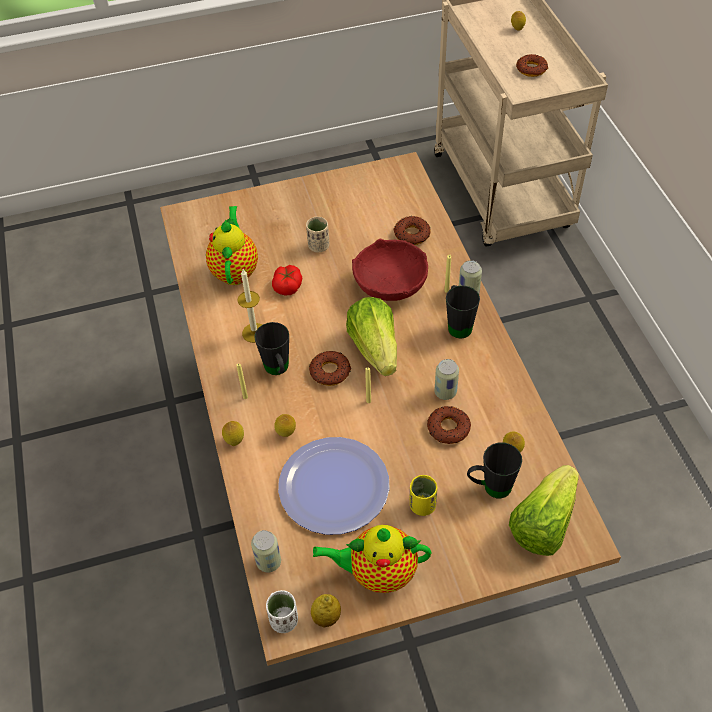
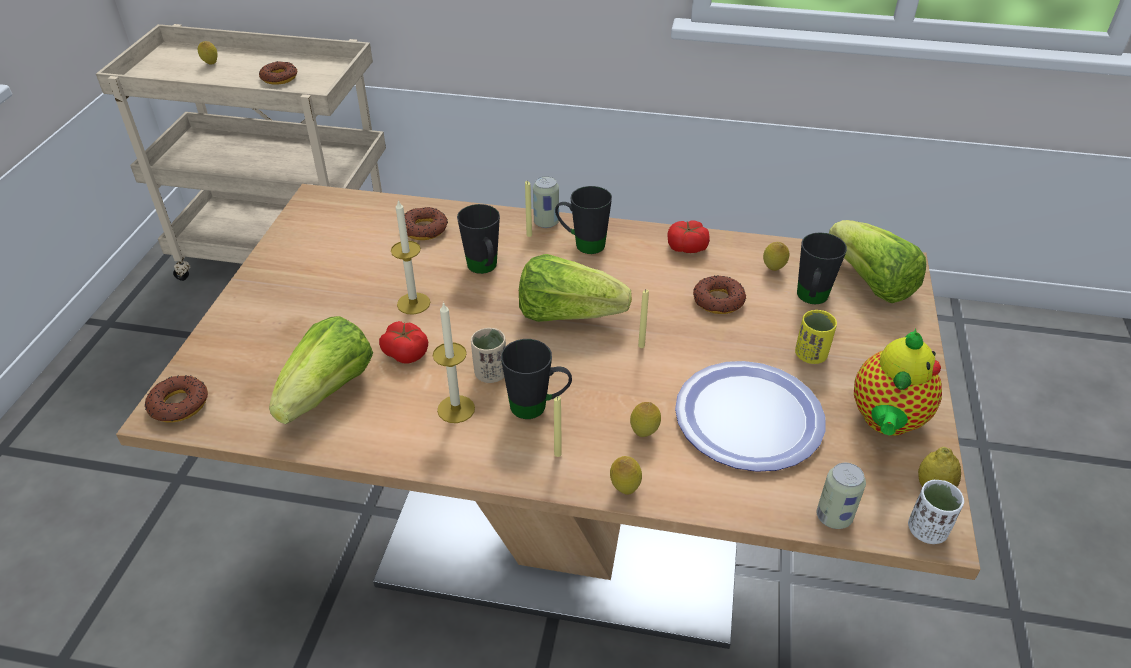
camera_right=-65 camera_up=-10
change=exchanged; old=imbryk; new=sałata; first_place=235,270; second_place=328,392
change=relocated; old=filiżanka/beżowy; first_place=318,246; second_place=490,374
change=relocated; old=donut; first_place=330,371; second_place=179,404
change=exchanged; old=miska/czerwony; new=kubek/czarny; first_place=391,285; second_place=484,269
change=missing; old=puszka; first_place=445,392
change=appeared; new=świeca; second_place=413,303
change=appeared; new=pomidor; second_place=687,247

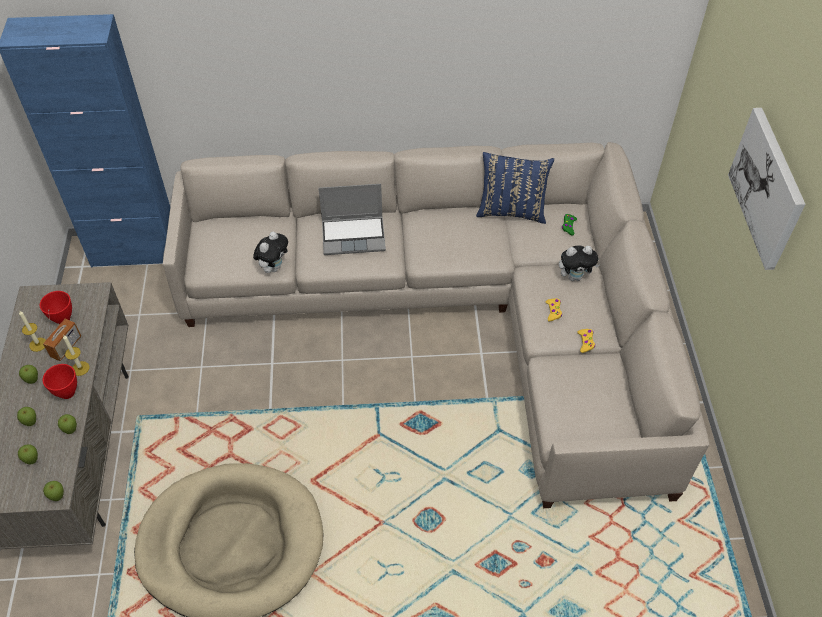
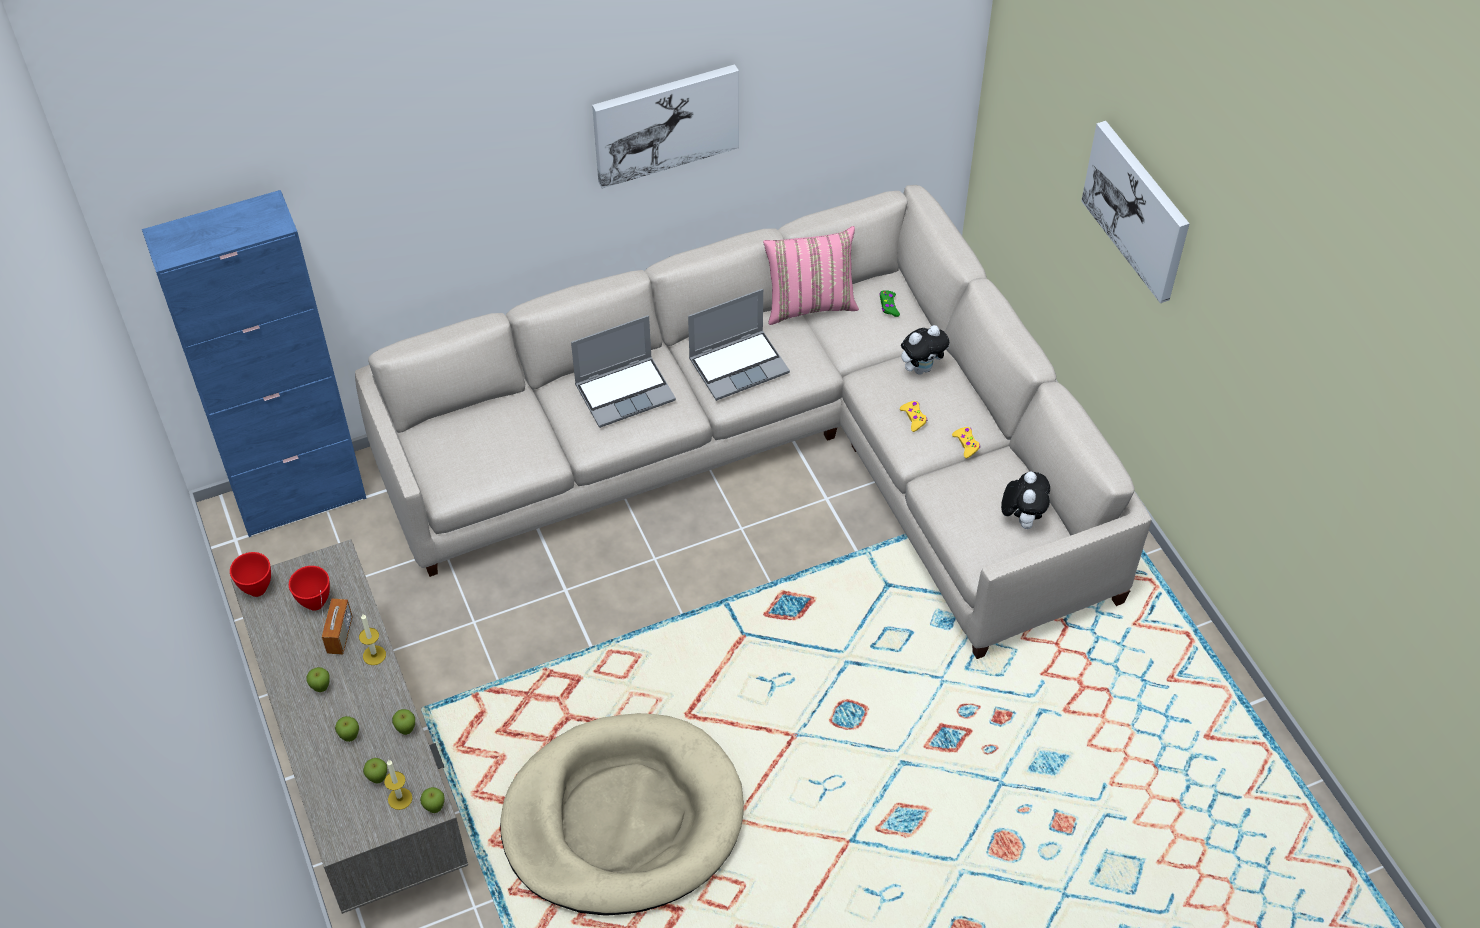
camera_right=-20 camera_up=0
change=relocated; old=świeca; first_place=38,344; second_place=400,798
change=relocated; old=miska/czerwony; first_place=66,393; second_place=256,589
change=relocated; old=pluszak; first_place=273,267; second_place=1022,518
change=colour; old=poduszka/niebieski; new=poduszka/różowy; first_place=511,211; second_place=809,305
change=appeared; new=obraz; second_place=665,123
change=appeared; new=laptop; second_place=739,365

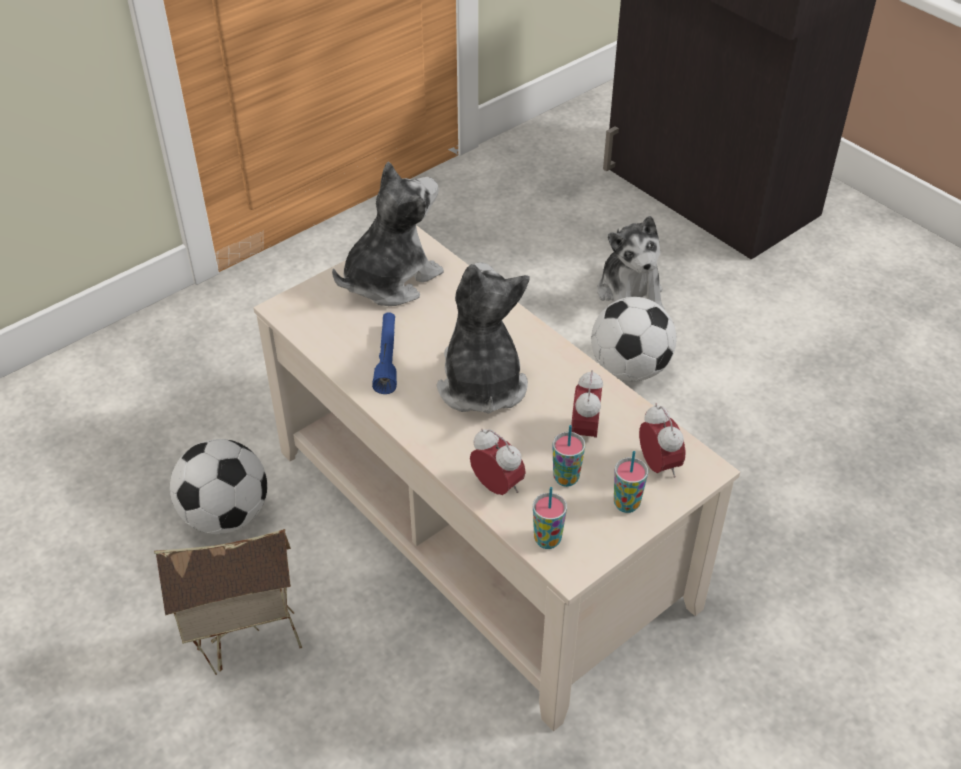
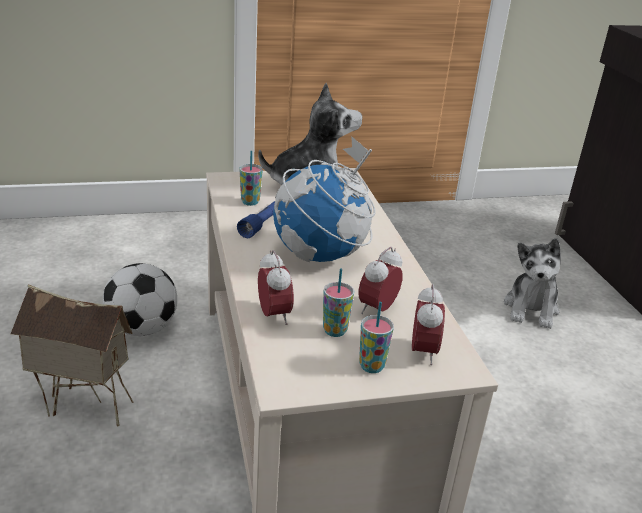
camera_right=25 camera_up=-15
change=exchanged; old=pluszak; new=globus; first_place=481,384; second_place=321,255
change=relocated; old=filiżanka; first_place=547,540; second_place=250,202
change=missing; old=piłka futbolowa; first_place=629,368

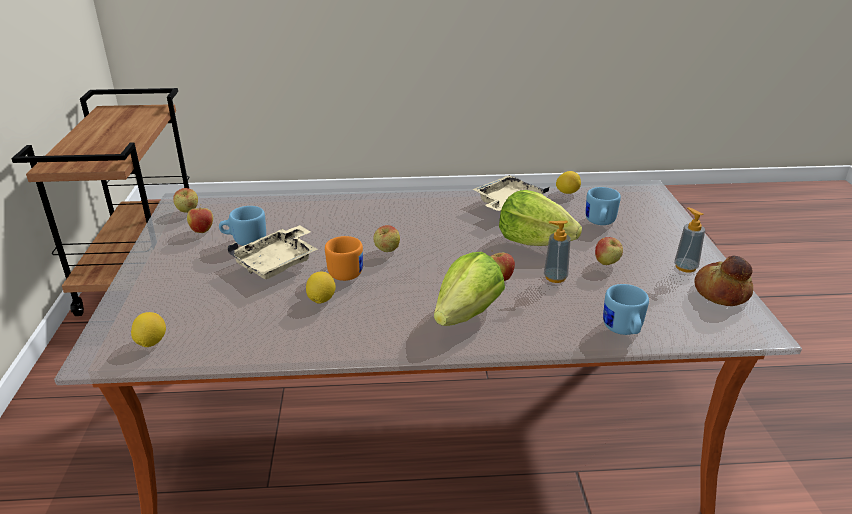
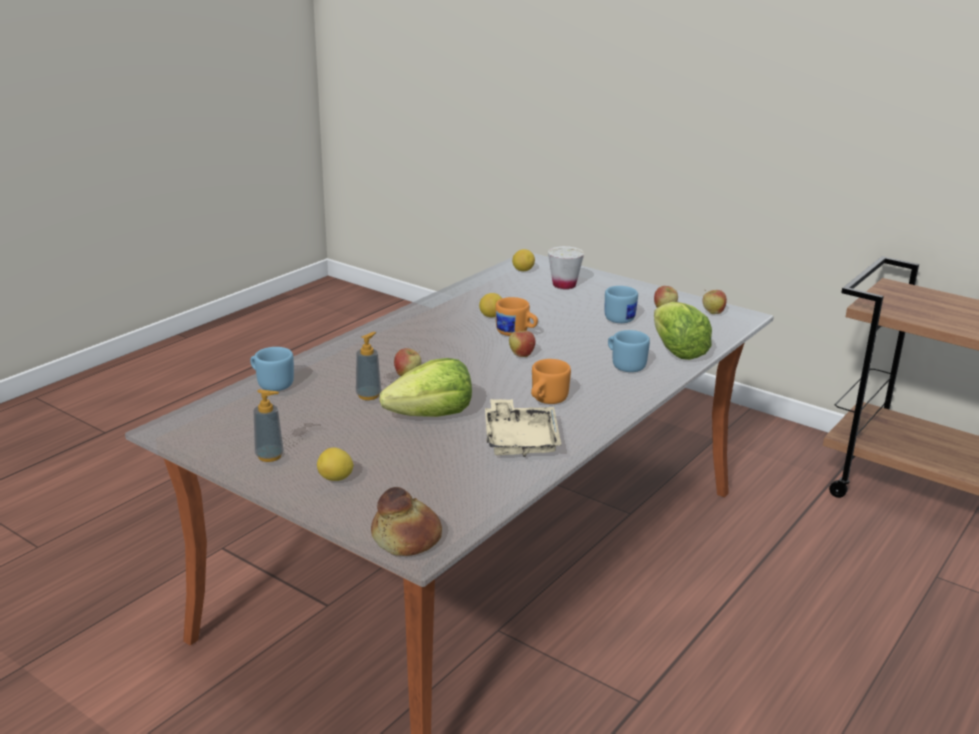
camera_right=130 camera_up=-5
change=missing; old=taca/beżowy; first_place=277,263
change=relocated; old=sałata; first_place=467,314; second_place=677,351
change=relocated; old=cytryna; first_place=567,192; second_place=336,479
change=relocated; old=kubek/niebieski; first_place=599,223; second_place=625,365
change=missing; old=jabłko; first_place=606,263
change=relocated; old=chleb; first_place=720,292; second_place=407,537
change=appeared; new=kubek/pomarańczowy; second_place=546,401
change=appeared; new=filiżanka/biały; second_place=564,285

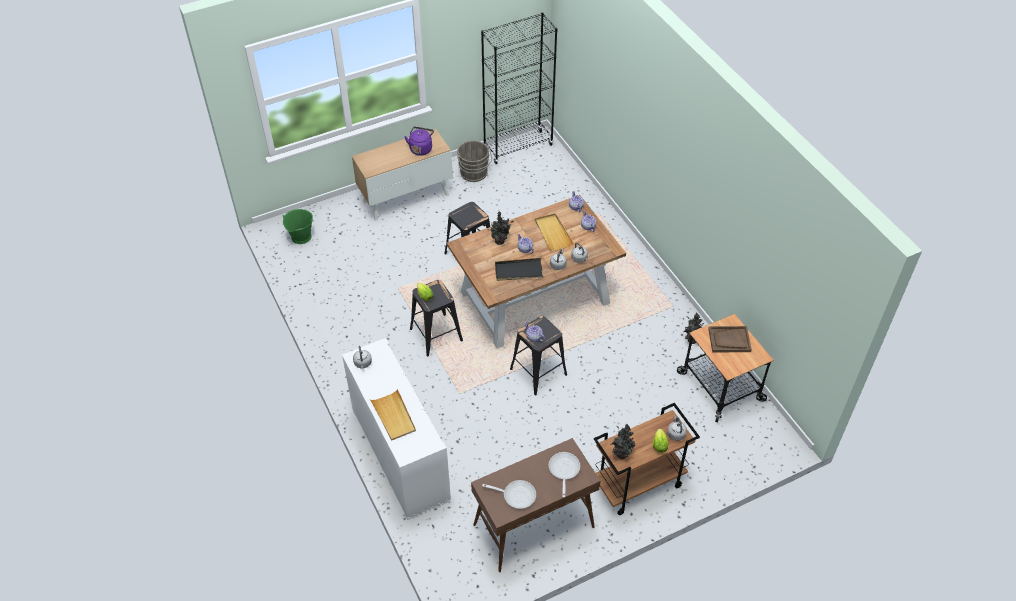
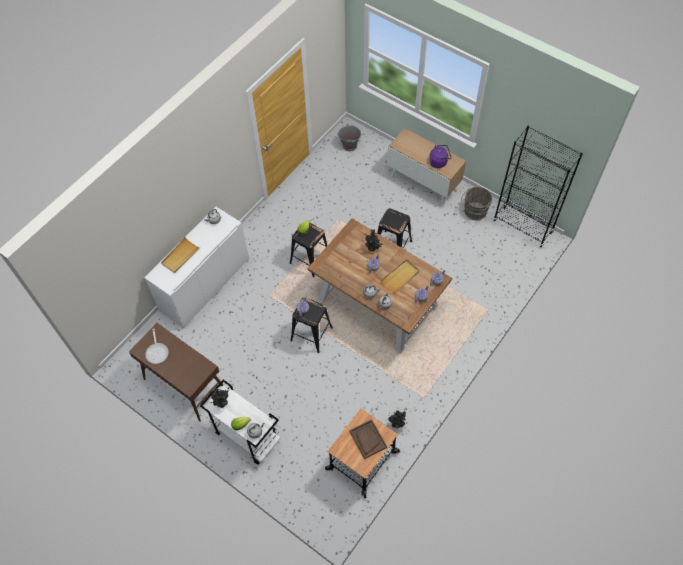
camera_right=65 camera_up=10
change=colour; old=wiadro/zielony; new=wiadro/szary; first_place=301,236; second_place=349,145
change=missing; old=taca/czarny; first_place=518,271
change=missing; old=patelnia; first_place=563,470
change=colour; old=wózek/brązowy; new=wózek/biały; first_place=638,485; second_place=246,436

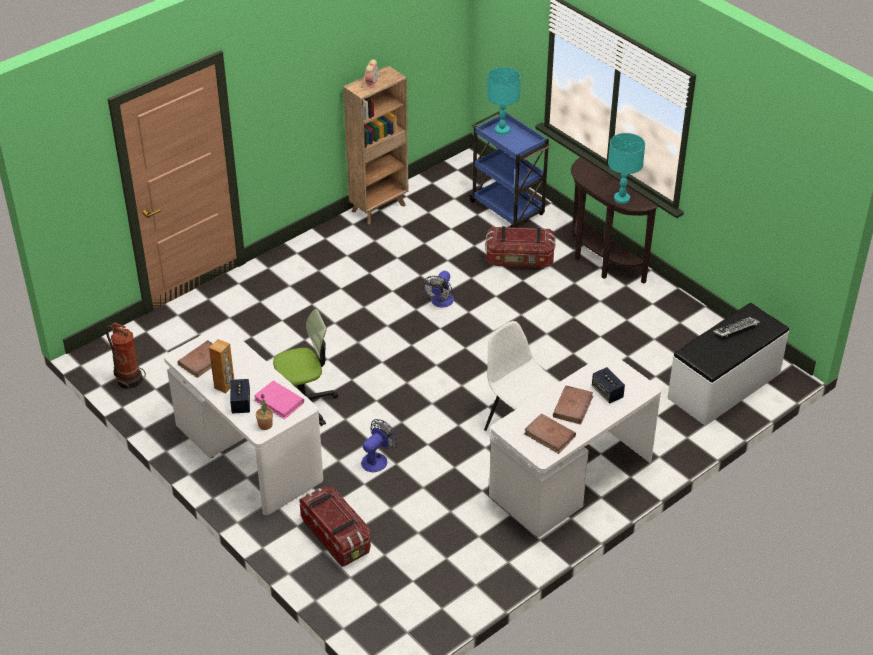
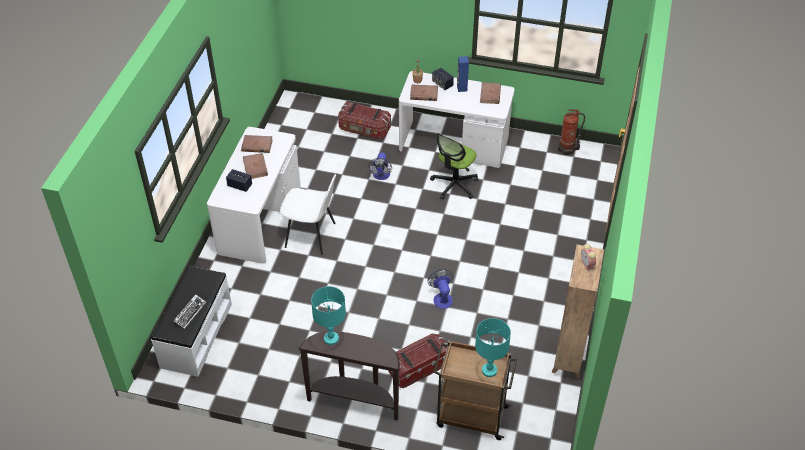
camera_right=145 camera_up=5
change=colour; old=głośnik/brązowy; new=głośnik/niebieski; first_place=224,386; second_place=461,88
change=colour; old=książka/różowy; new=książka/brązowy; first_place=279,401; second_place=423,94
change=colour; old=wózek/niebieski; new=wózek/brązowy; first_place=508,209; second_place=470,416

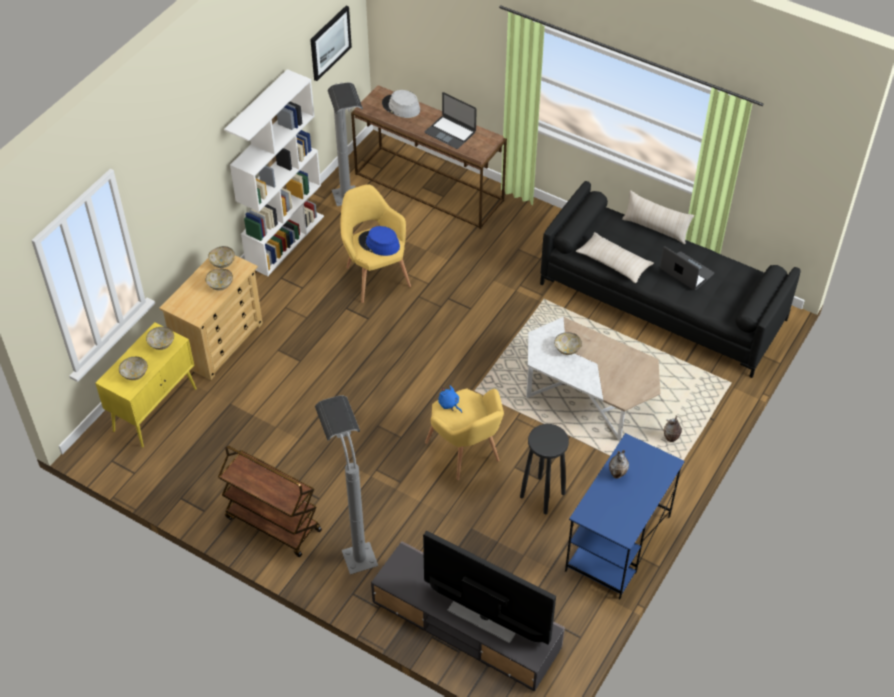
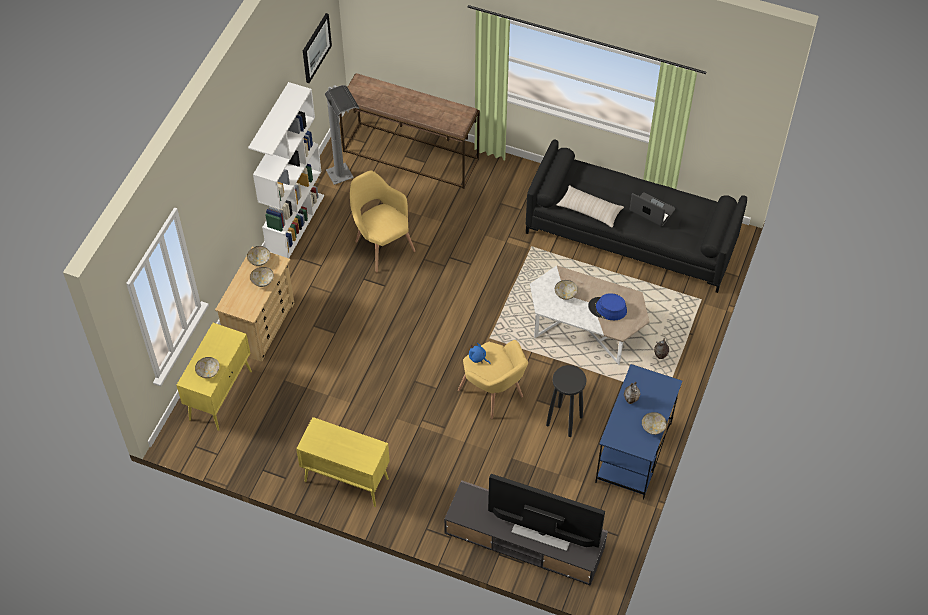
camera_right=-10 camera_up=5
change=relocated; old=miska; first_place=161,344; second_place=652,428
change=exchanged; old=wózek/brązowy; new=szafka/żółty; first_place=272,524; second_place=345,480
change=missing; old=lampa stojąca/szary; first_place=352,542
change=relocated; old=kapelusz/niebieski; first_place=379,244; second_place=607,309
change=missing; old=kapelusz/szary; first_place=401,107
change=missing; old=laptop; first_place=450,132
change=missing; old=poduszka/beżowy; first_place=655,228

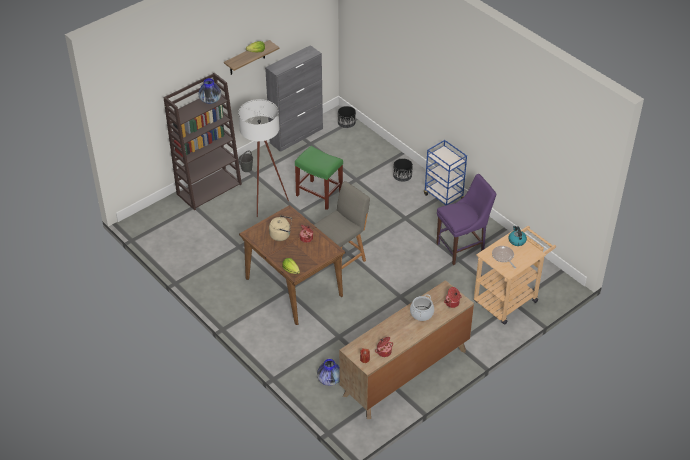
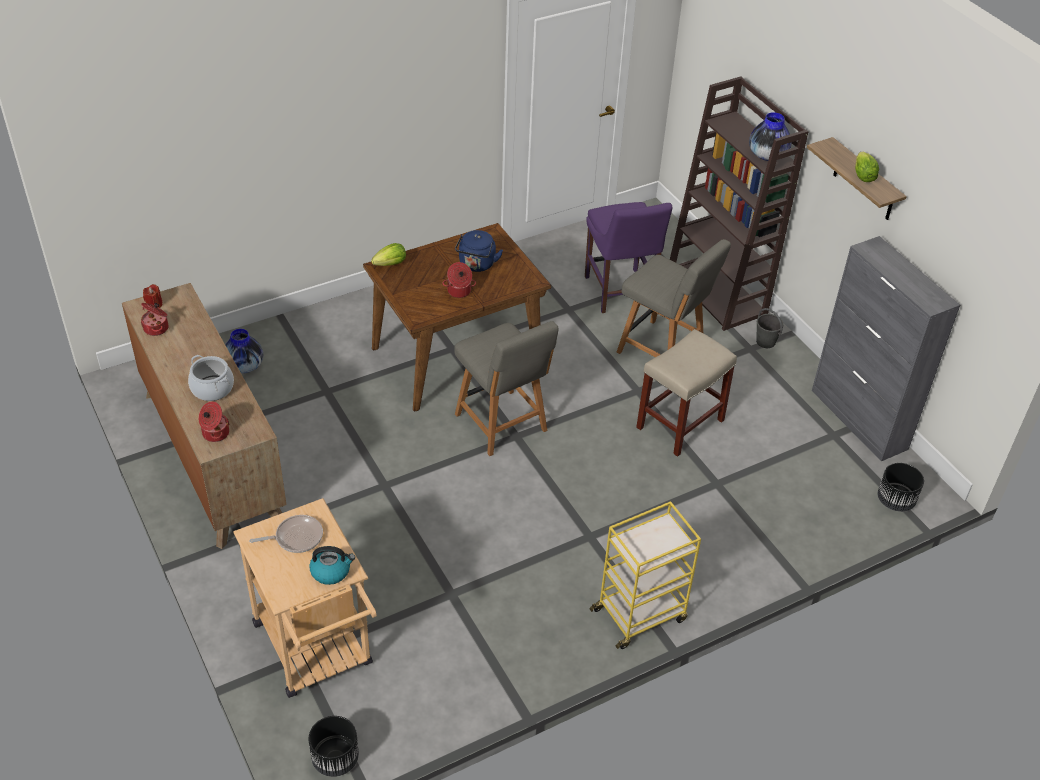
camera_right=100 camera_up=0
change=exchanged; old=lampa stojąca/biały; new=krzesło/szary; first_place=265,205; second_place=663,351
change=colour; old=czajnik/beżowy; new=czajnik/niebieski; first_place=281,235; second_place=477,265
change=colour; old=stołek/zielony; new=stołek/beżowy; first_place=320,195; second_place=679,425
change=relocated; old=donica/czarny; first_place=402,177; second_place=335,758
change=colour; old=wózek/niebieski; new=wózek/żółty; first_place=443,197; second_place=640,614
change=relocated; old=krzesło/fioletowy; first_place=462,248; second_place=620,293

